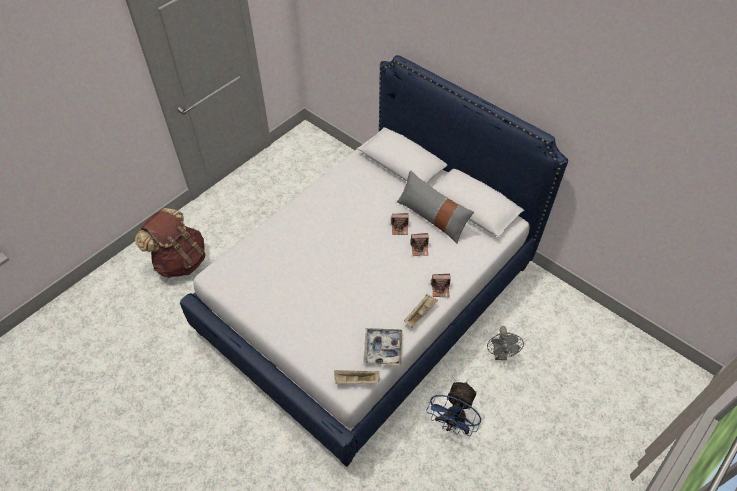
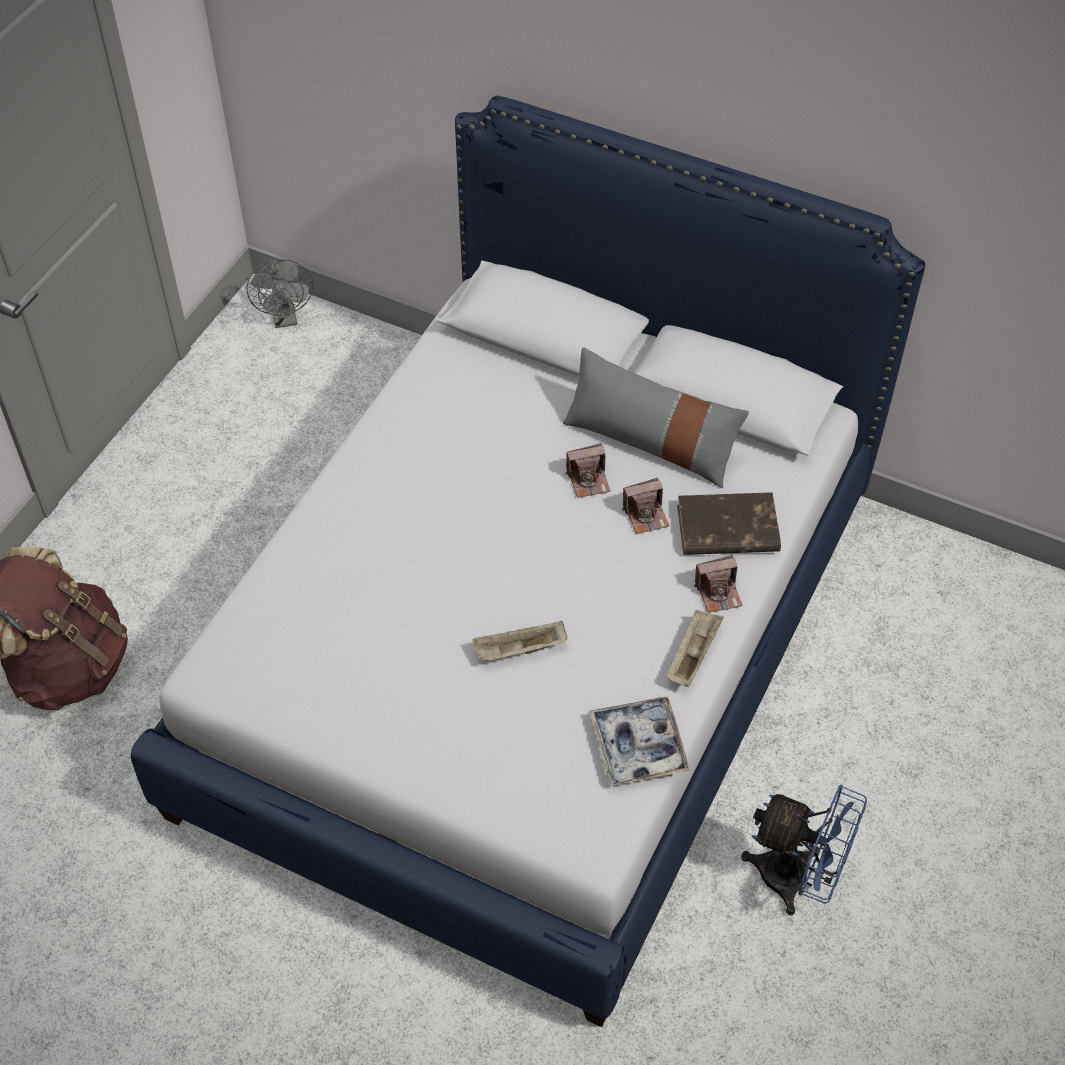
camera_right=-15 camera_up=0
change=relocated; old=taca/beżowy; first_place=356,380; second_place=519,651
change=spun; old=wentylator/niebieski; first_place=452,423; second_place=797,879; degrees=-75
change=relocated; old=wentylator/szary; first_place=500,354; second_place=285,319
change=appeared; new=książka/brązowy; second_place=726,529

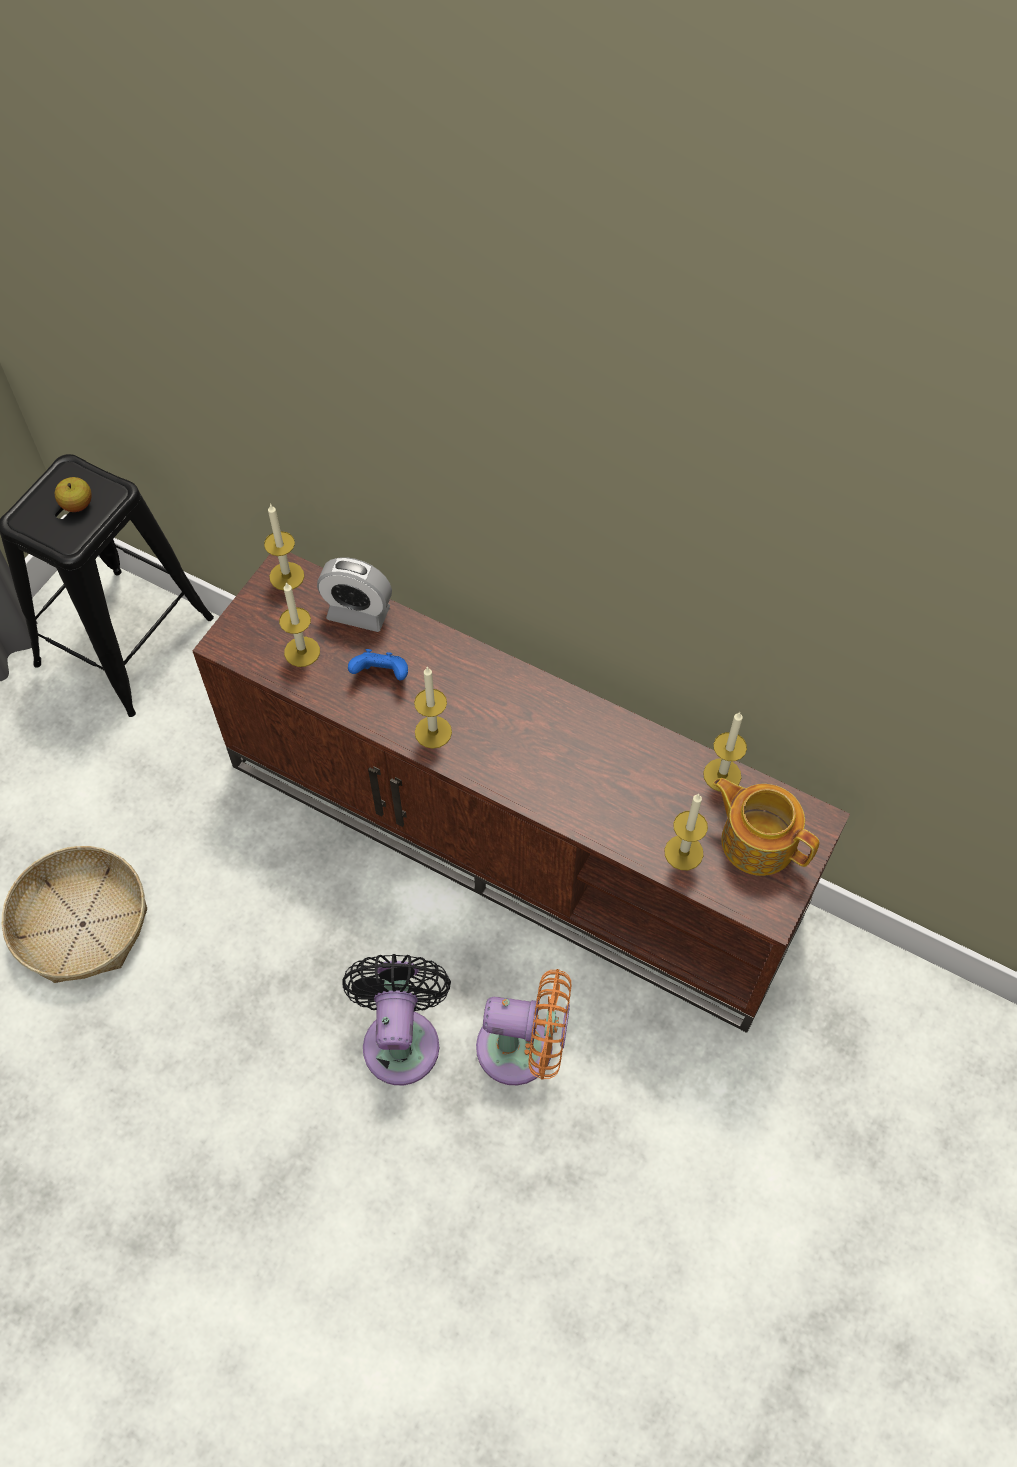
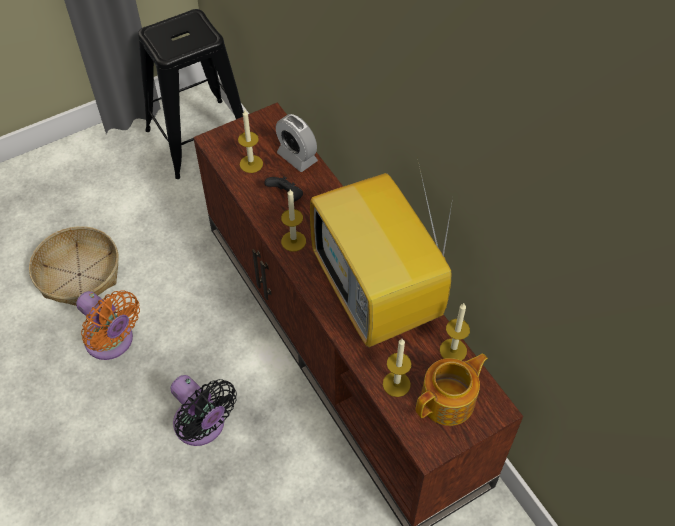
camera_right=30 camera_up=-5
change=missing; old=jabłko; first_place=77,505
change=missing; old=świeca; first_place=286,576
change=spun; old=wentylator/czarny; first_place=401,1038; second_place=203,426; degrees=105
change=colour; old=pad do gier/niebieski; new=pad do gier/czarny; first_place=381,675; second_place=286,196
change=relocated; old=wentylator/pomarańczowy; first_place=523,1049; second_place=112,342
change=spun; old=imbryk; first_place=757,840; second_place=449,400; degrees=75
change=appeared; new=telewizor; second_place=379,296

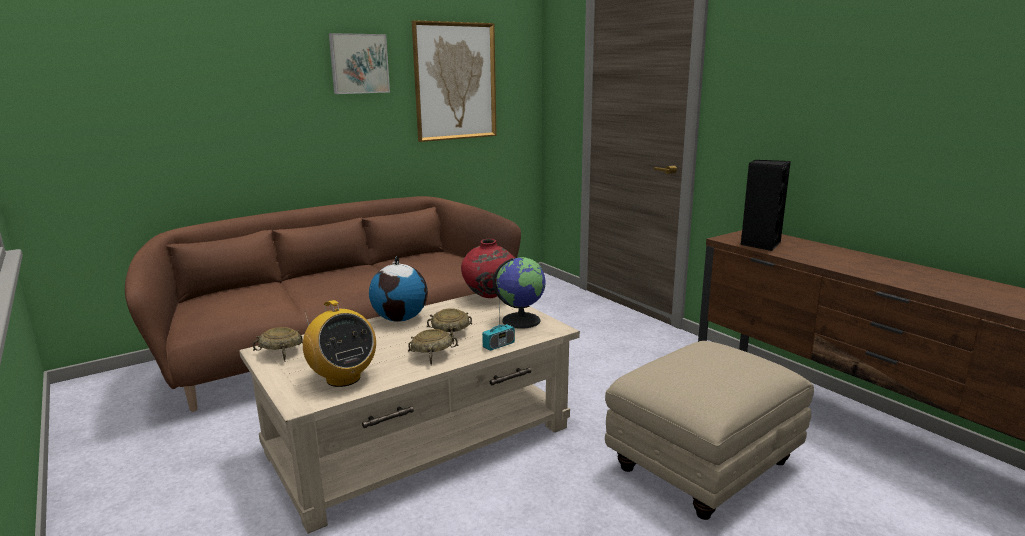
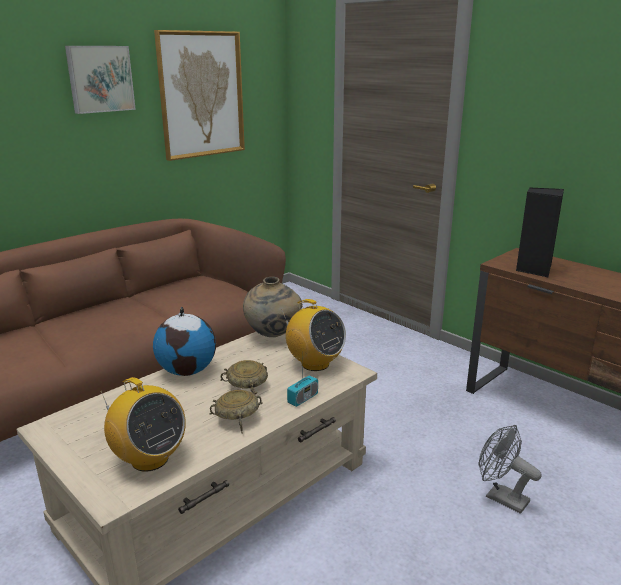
camera_right=-10 camera_up=5
change=missing; old=miska/beżowy; first_place=281,353
change=colour; old=wazon/czerwony; new=wazon/beżowy; first_place=490,297; second_place=273,336
change=exchanged; old=globus; new=radio; first_place=521,320; second_place=314,363
change=exchanged; old=pufa/beżowy; new=wentylator/szary; first_place=701,468; second_place=500,497

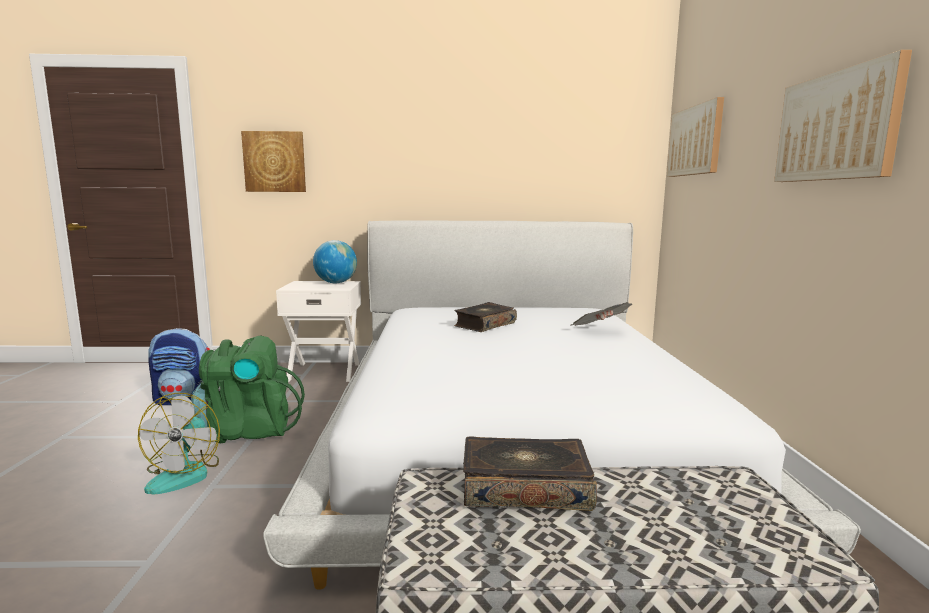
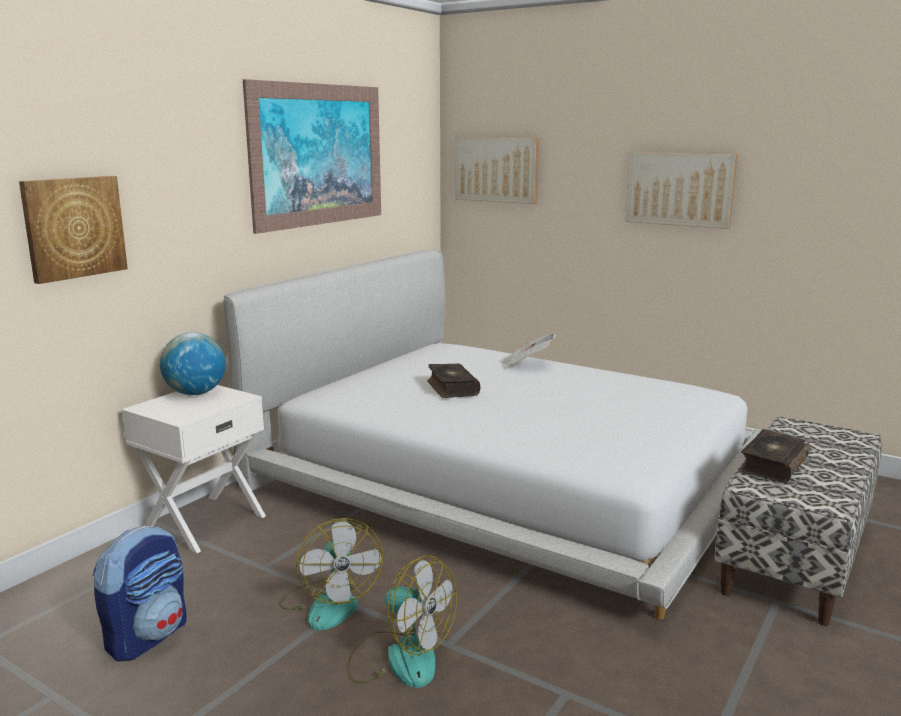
camera_right=-55 camera_up=5
change=exchanged; old=plecak/zielony; new=wentylator; first_place=248,431; second_place=329,603
change=appeared; new=obraz; second_place=318,155

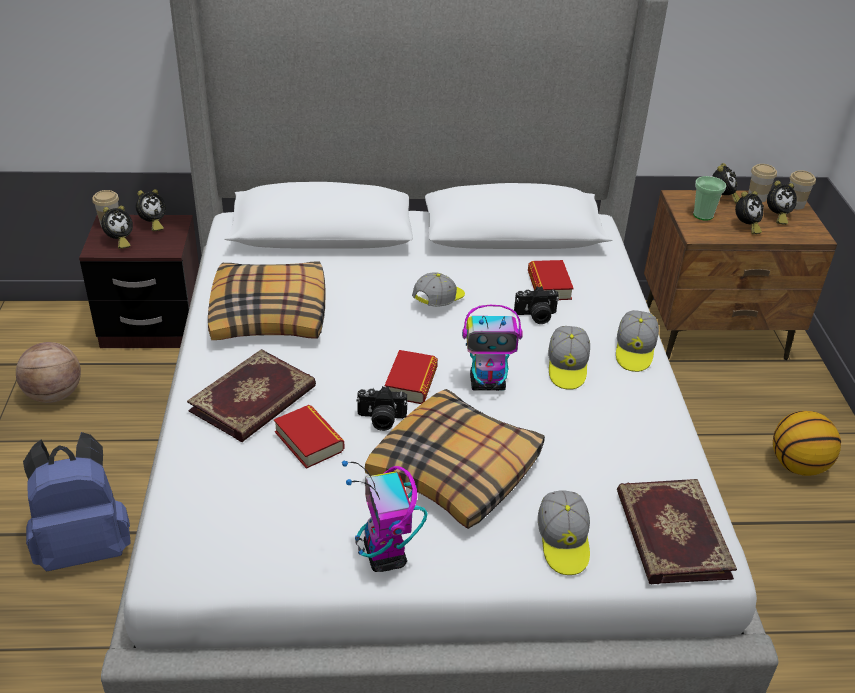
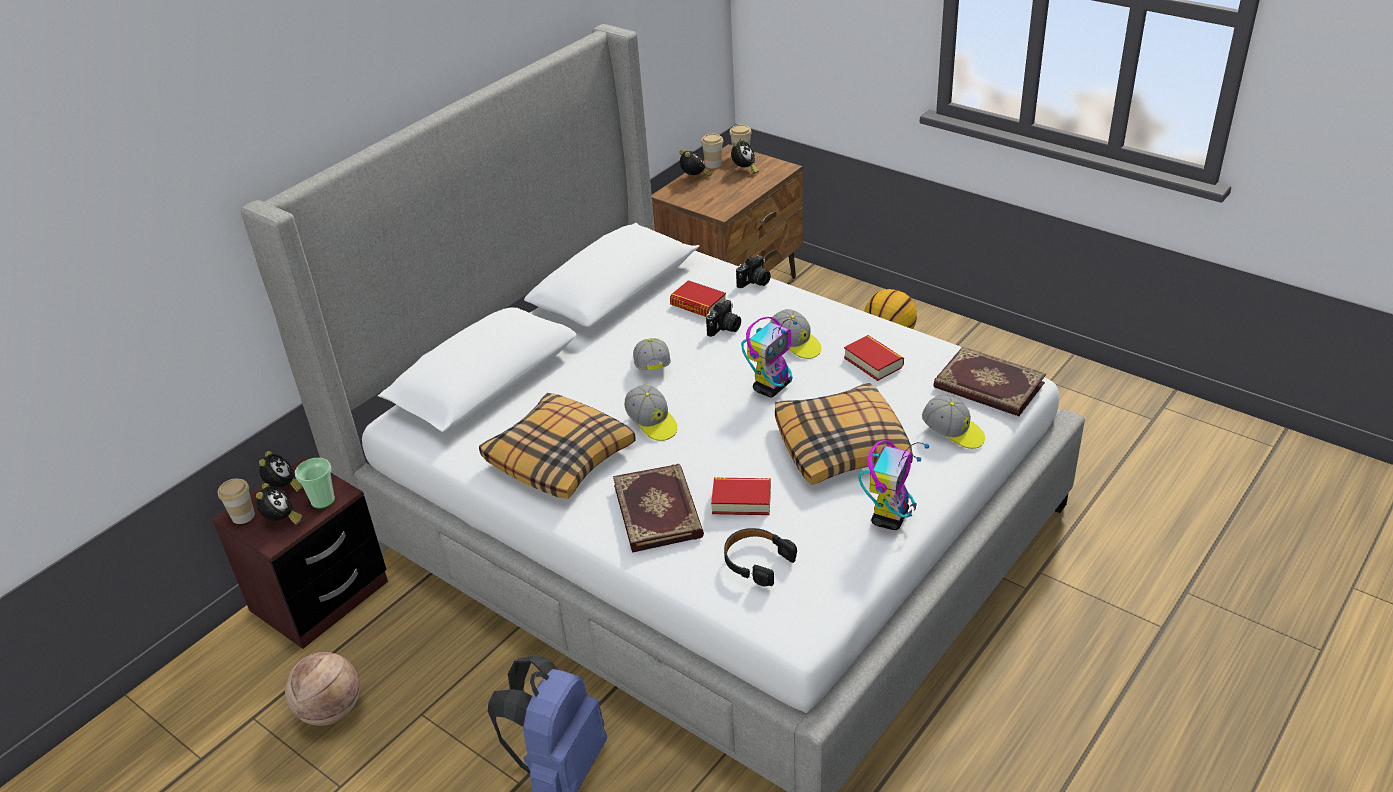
camera_right=-45 camera_up=0
change=spun; old=robot zabawkowy; first_place=385,556; second_place=890,517; degrees=-90
change=relocated; old=aparat fotograficzny; first_place=381,420; second_place=755,282
change=relocated; old=książka; first_place=411,382; second_place=873,362
change=relocated; old=czapka z daszkiem; first_place=634,351; second_place=652,422
change=relocated; old=filiżanka; first_place=703,215; second_place=323,500
change=missing; old=budzik; first_place=745,227
change=appeared; new=słuchawki/czarny; second_place=757,561

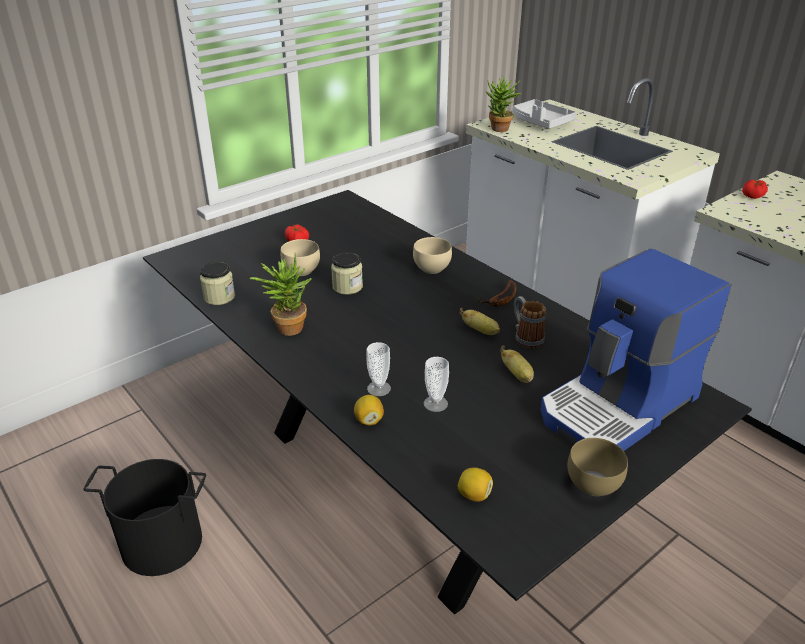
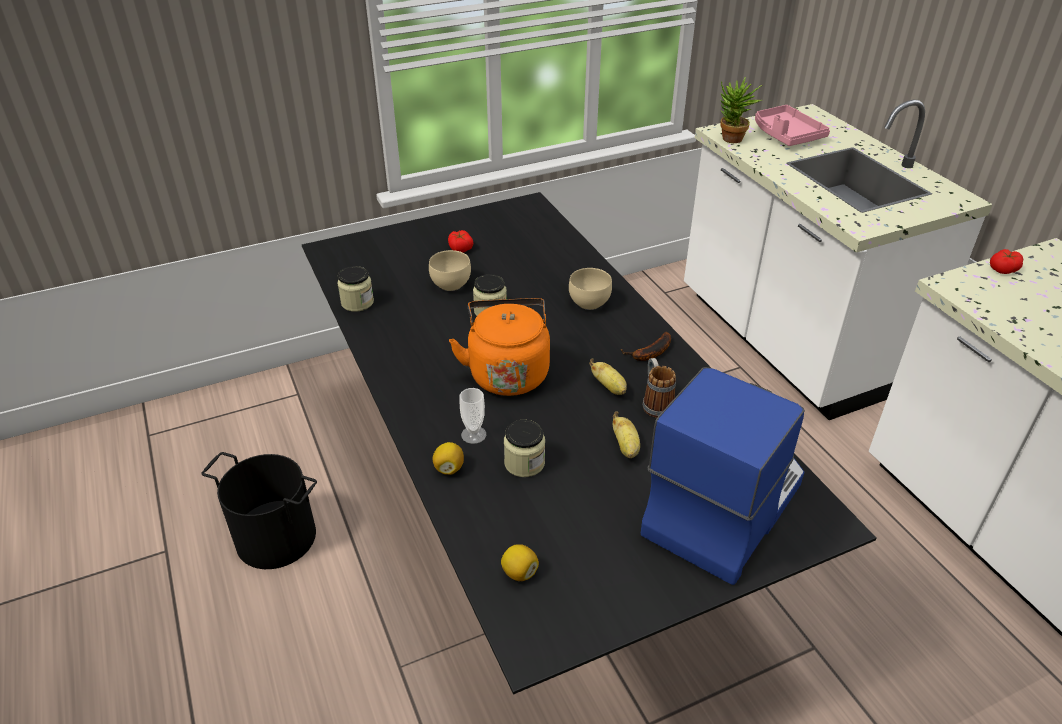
camera_right=15 camera_up=5
change=missing; old=roślina doniczkowa; first_place=287,326
change=exchanged; old=filiżanka; new=słoik; first_place=435,403; second_place=524,463
change=colour; old=taca/szary; new=taca/różowy; first_place=541,122; second_place=786,135
change=spun; old=ekspres do kawy; first_place=619,407; second_place=722,506; degrees=150
change=missing; old=miska/brązowy; first_place=595,485
change=appeared; new=czajnik/pomarańczowy; second_place=507,372

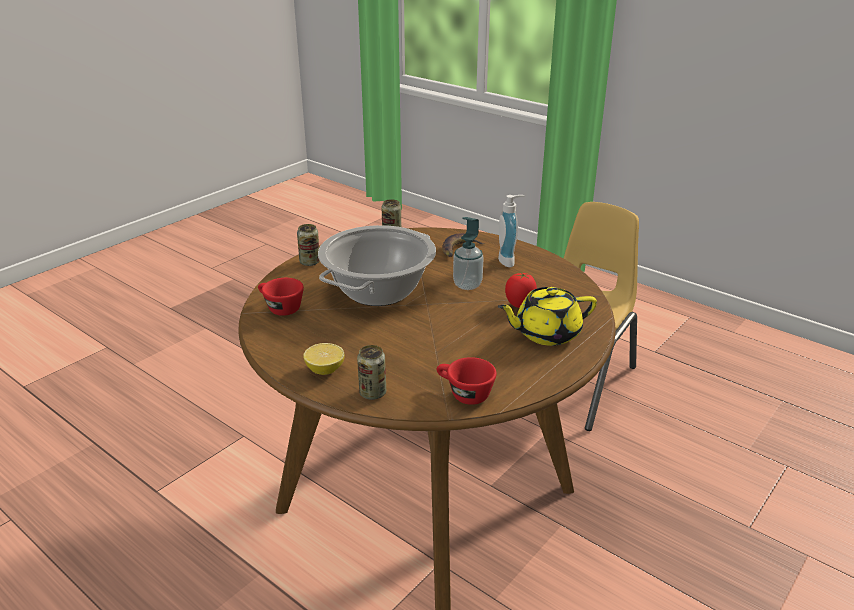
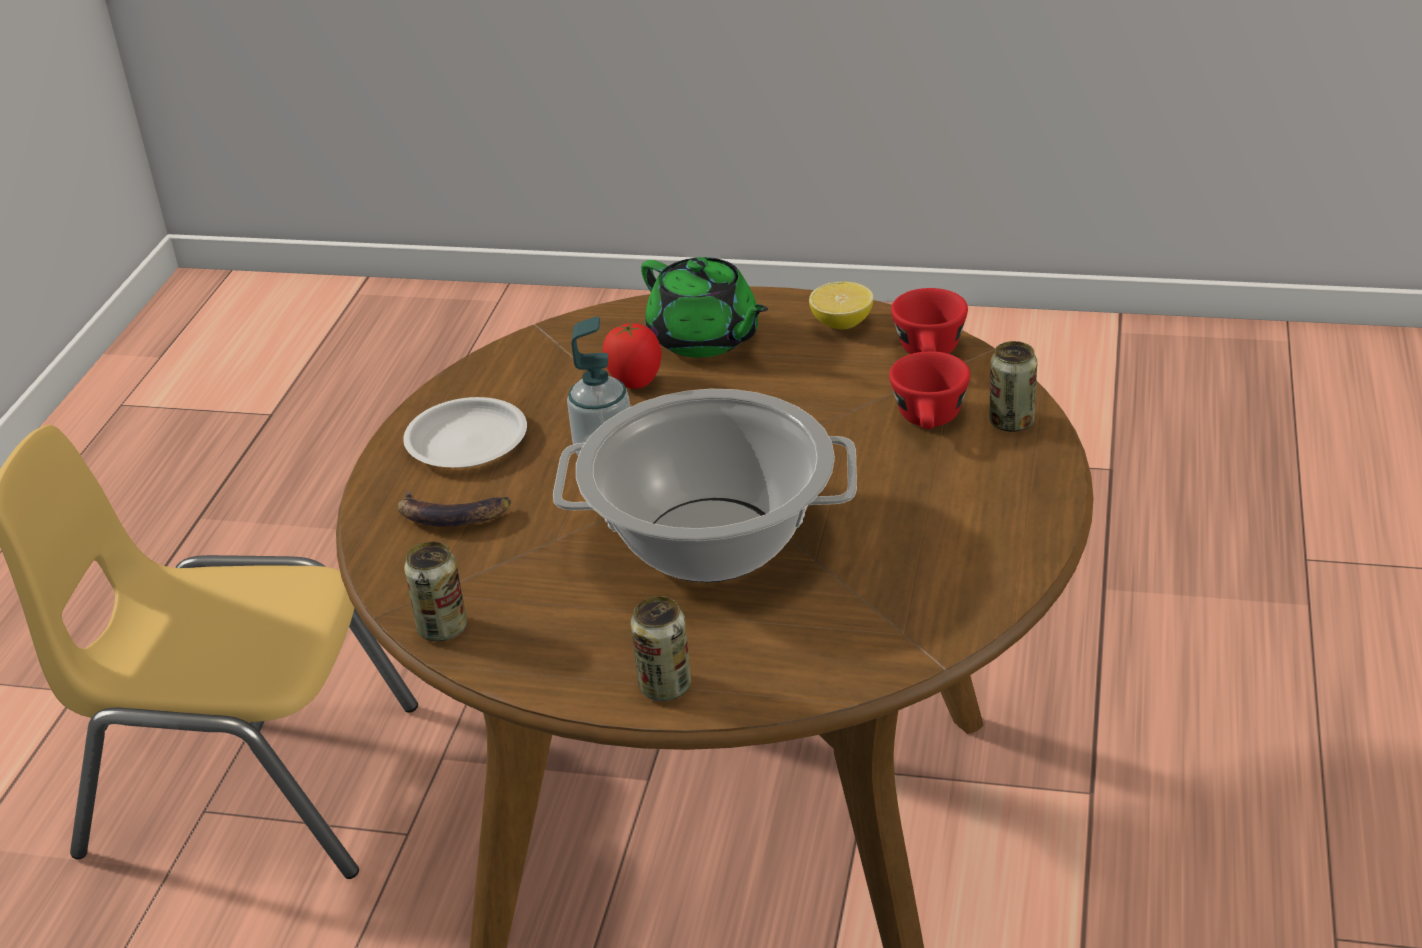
camera_right=-115 camera_up=5
change=relocated; old=filiżanka/czerwony; first_place=280,308; second_place=930,421
change=relocated; old=cytryna; first_place=325,370; second_place=841,324
change=colour; old=imbryk/żółty; new=imbryk/zielony; first_place=546,333; second_place=705,339
change=exchanged; old=dozownik mydła; new=talerz/biały; first_place=509,260; second_place=466,442

